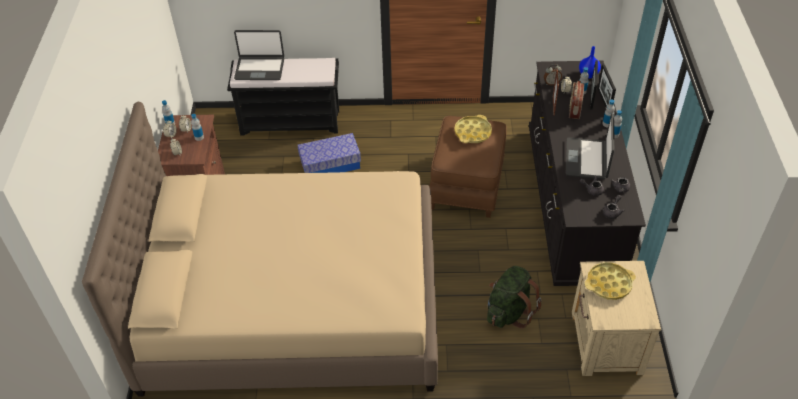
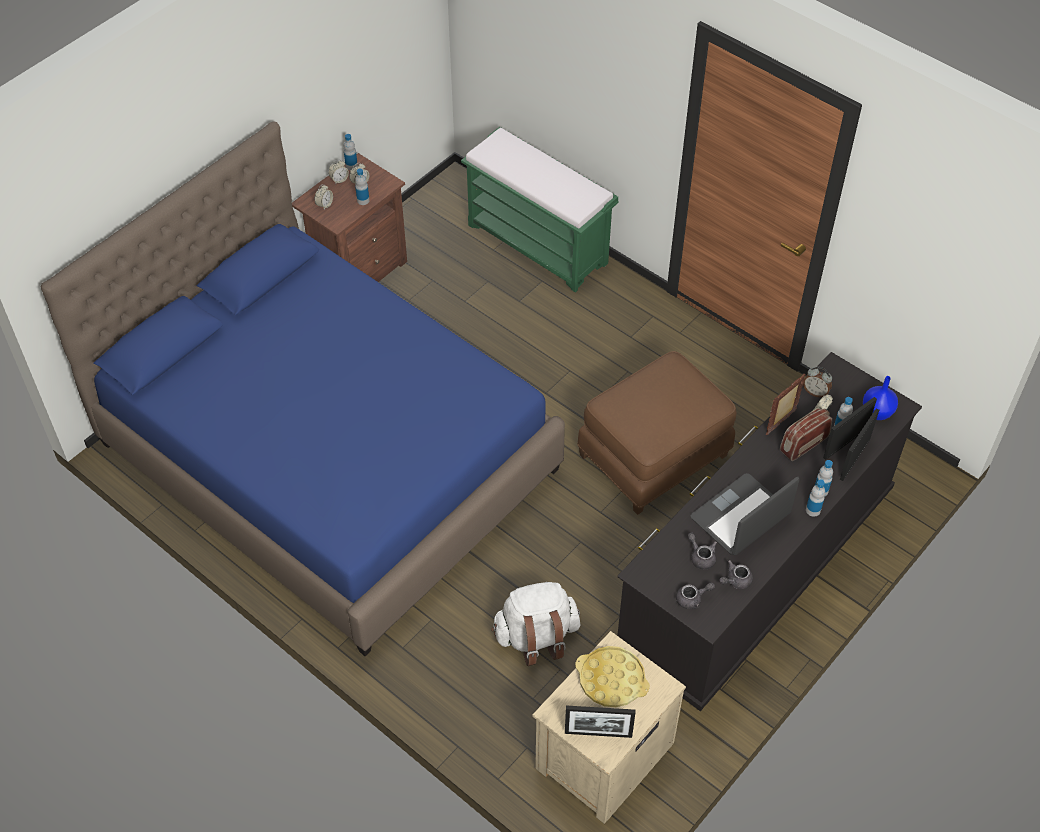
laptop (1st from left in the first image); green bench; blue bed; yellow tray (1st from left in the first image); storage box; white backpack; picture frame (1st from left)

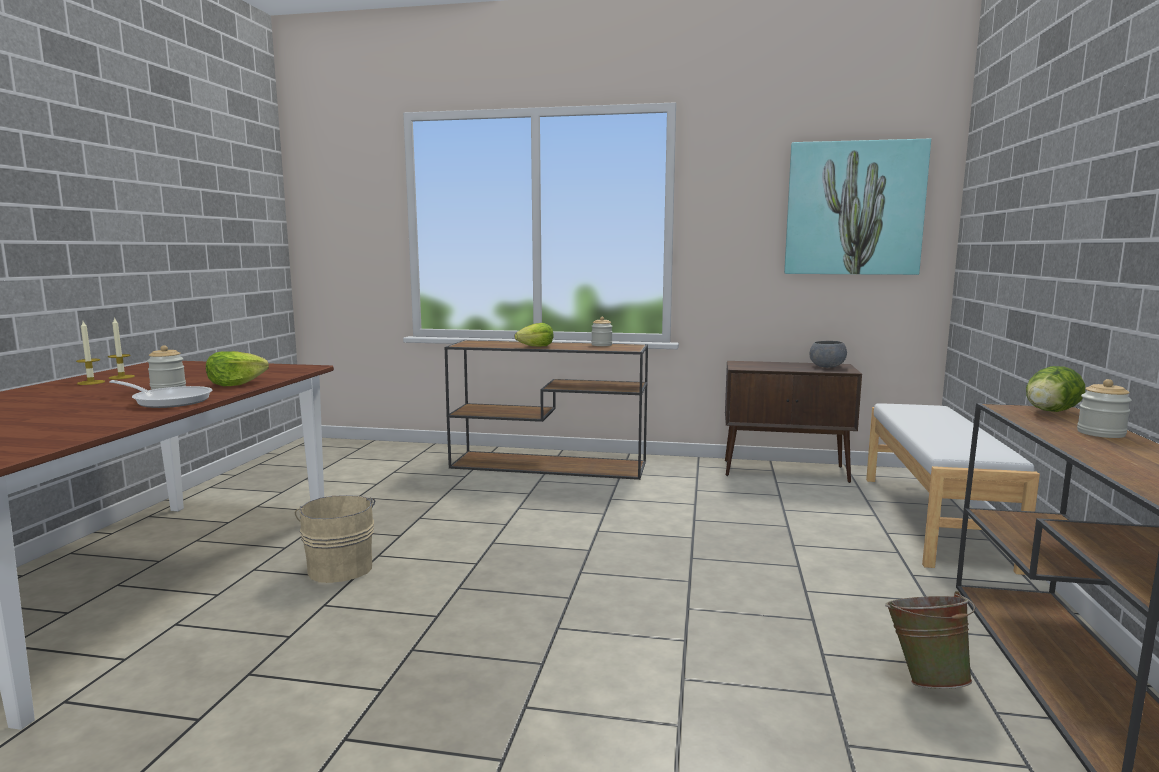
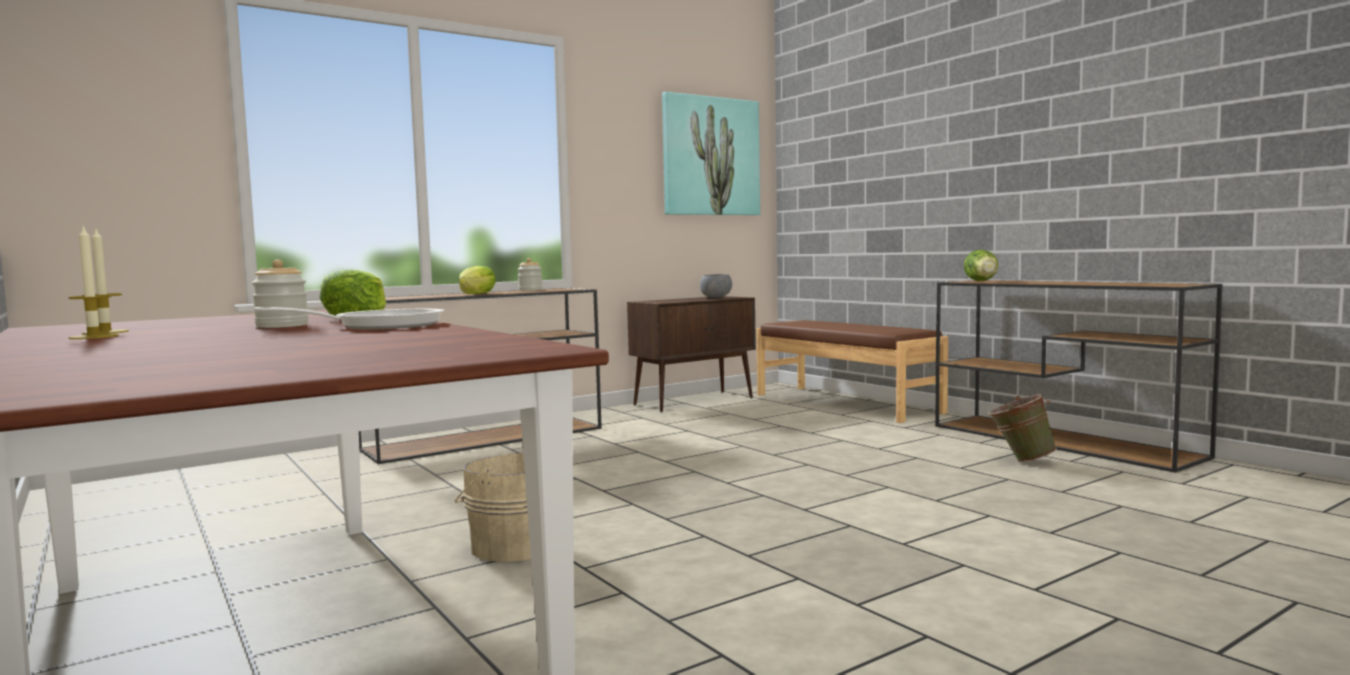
jar (3rd from left in the first image); brown bench

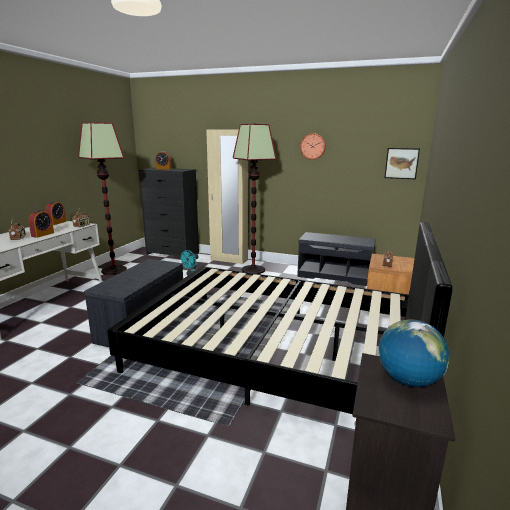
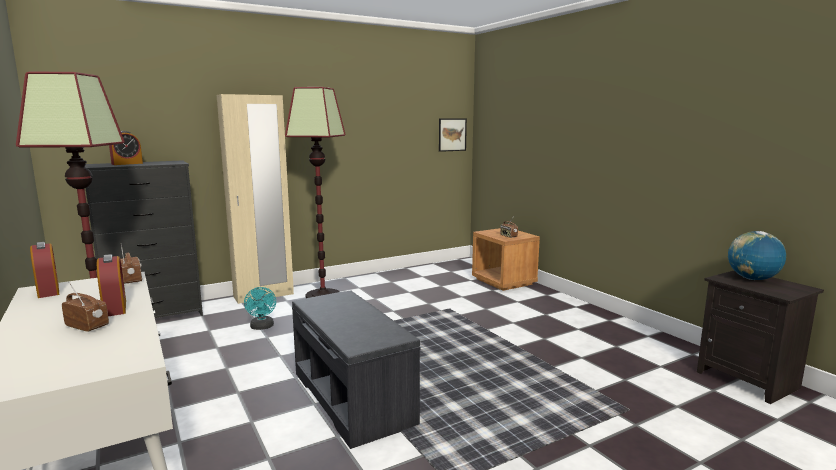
wall clock; black bed; grey bench (2nd from left in the first image)

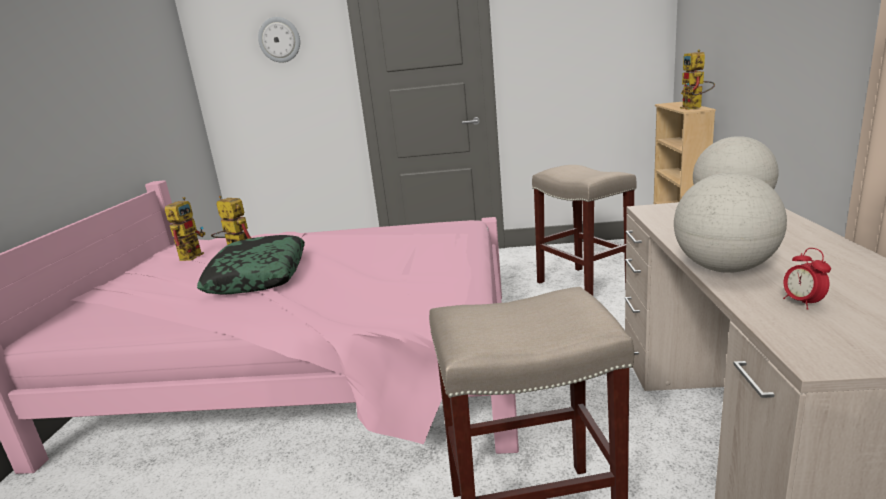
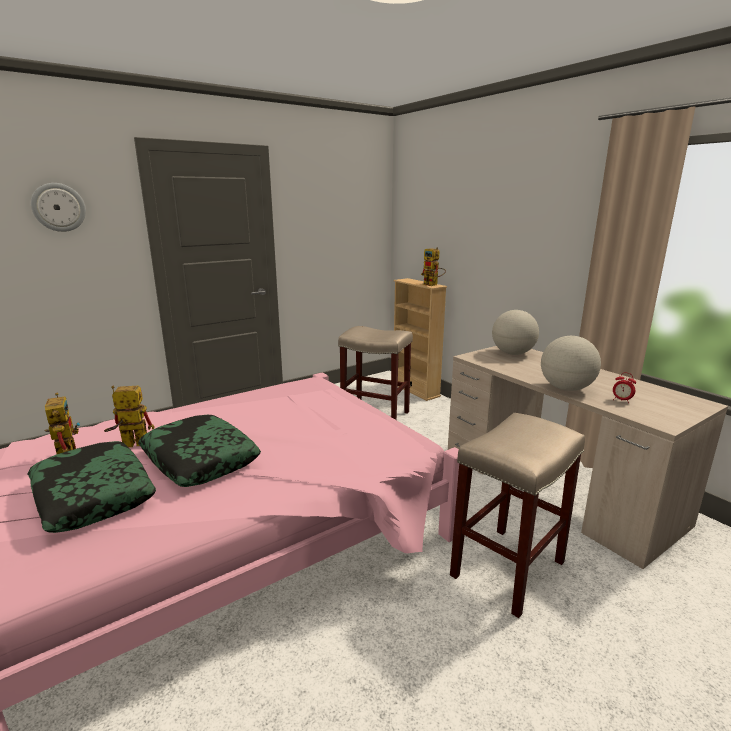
pillow (1st from left)

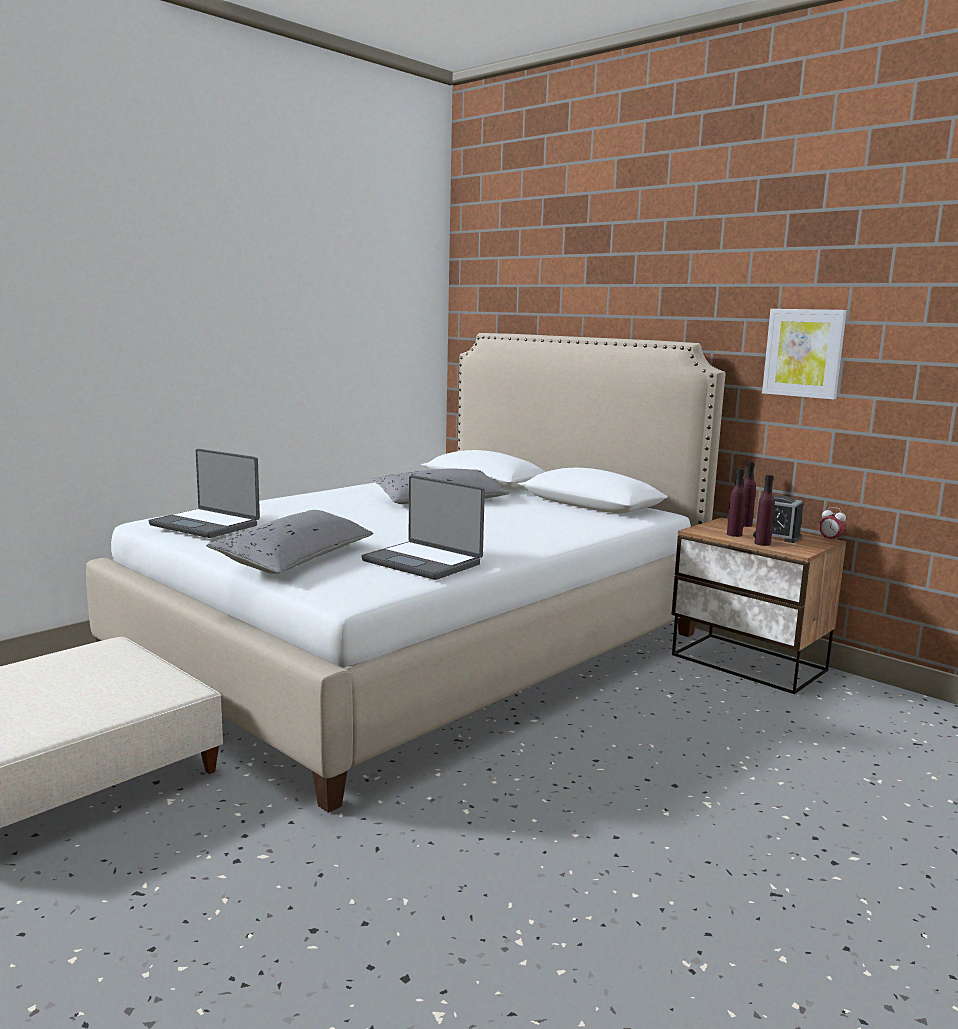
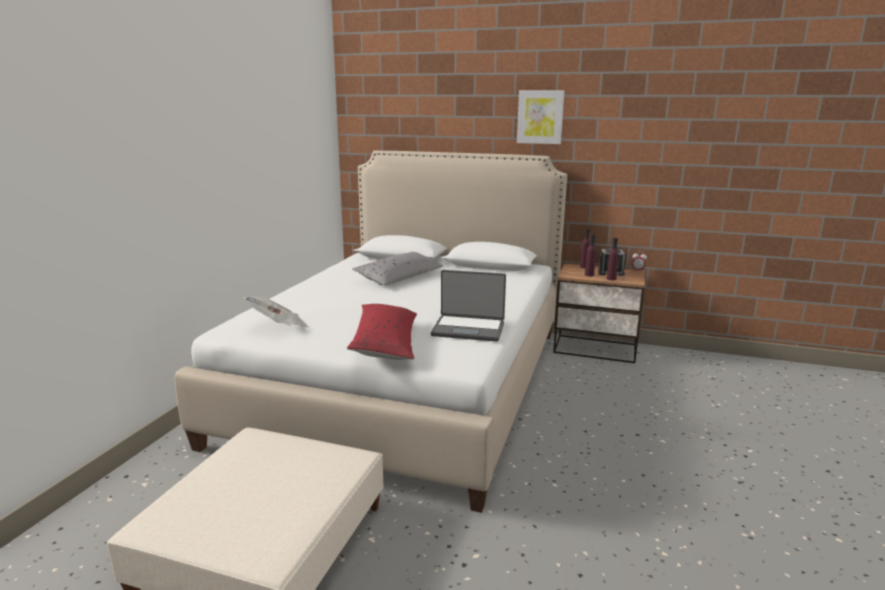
picture; newspaper; red pillow

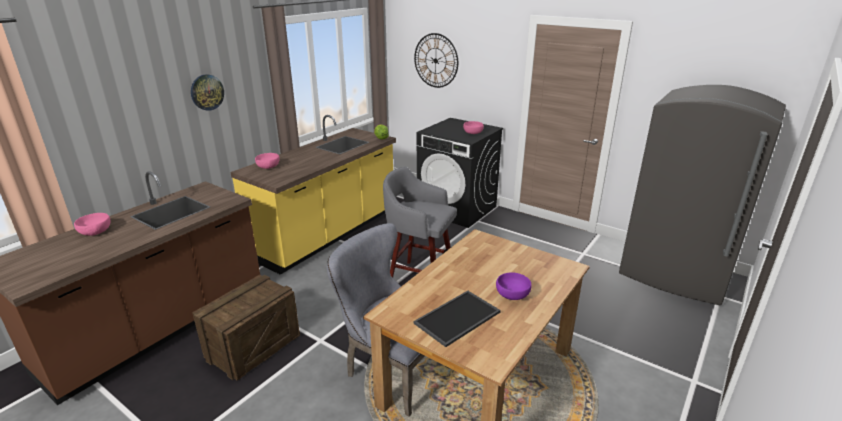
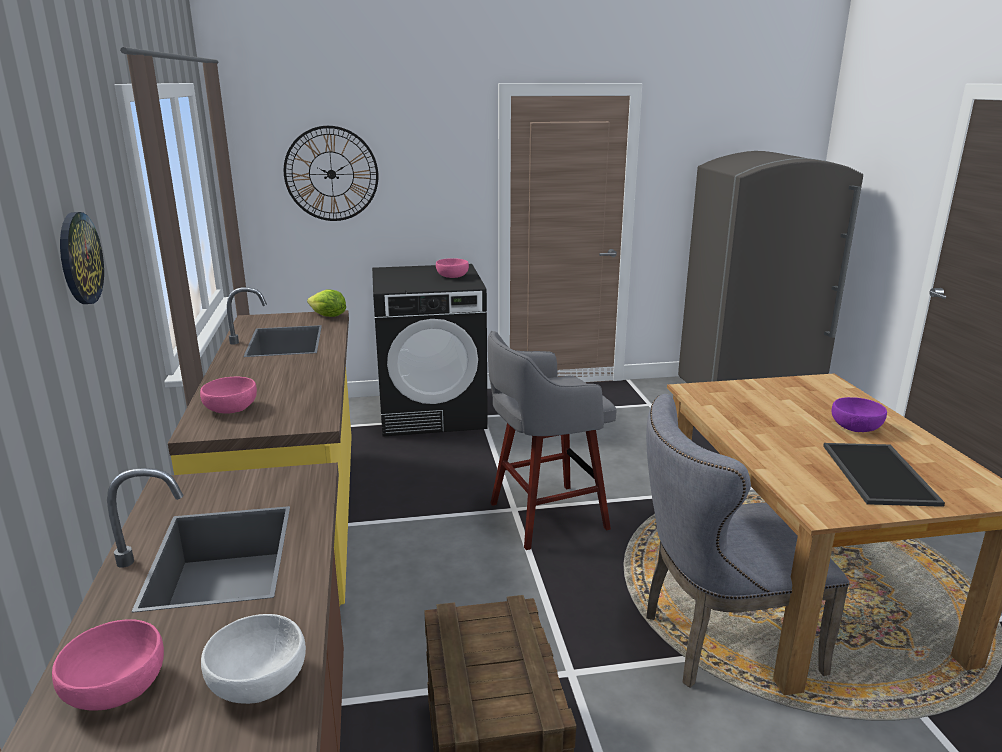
white bowl

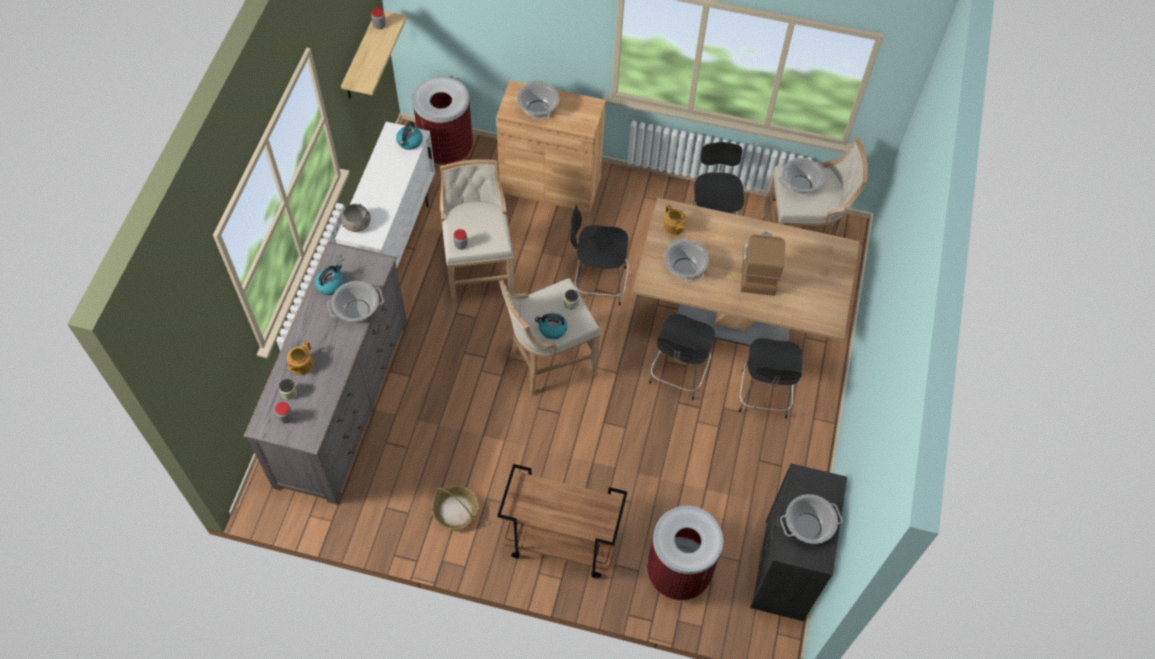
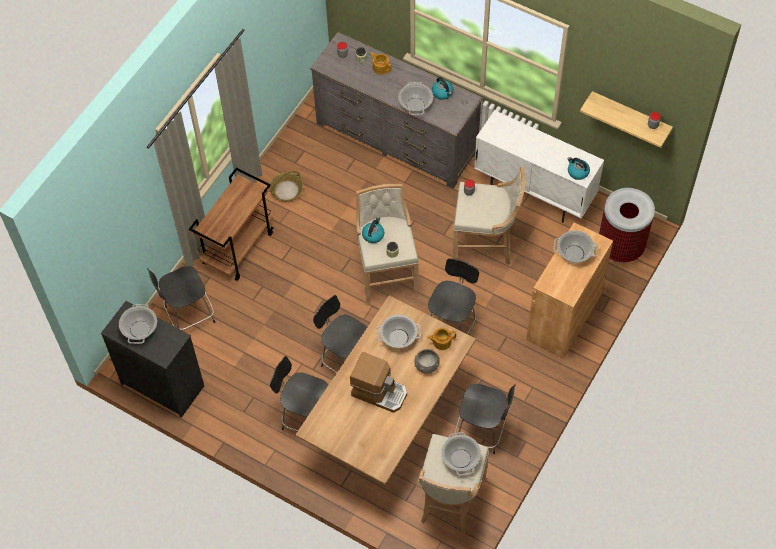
grey bowl; black chair (1st from left)

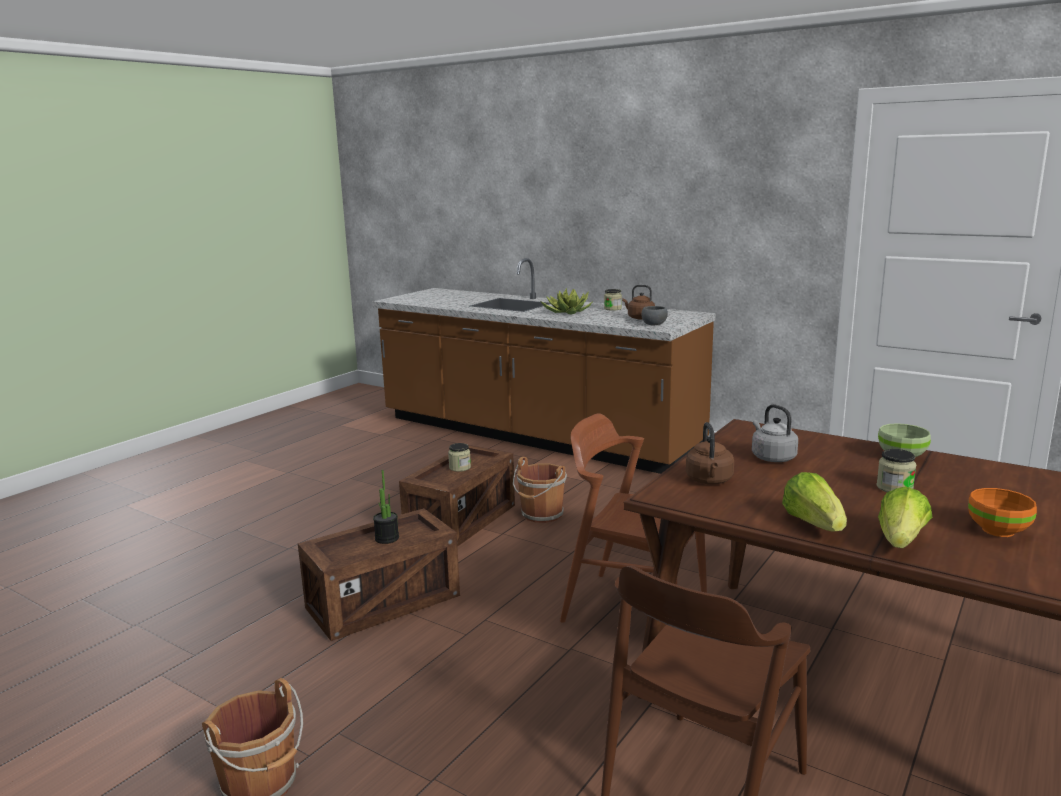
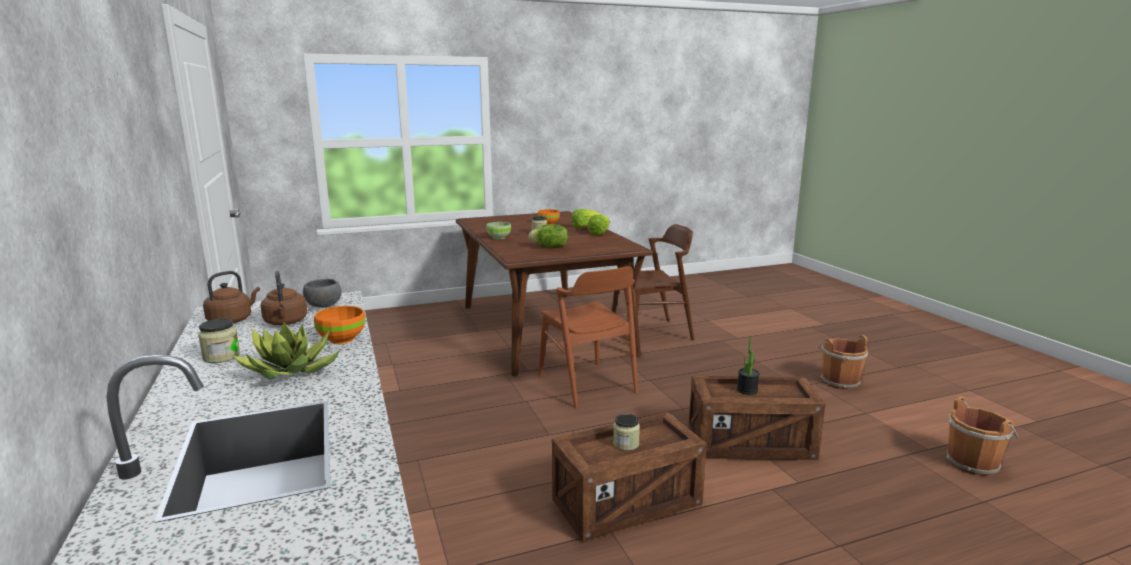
lettuce (1st from left); brown kettle (1st from left); brown bucket (2nd from left); orange bowl (1st from left)

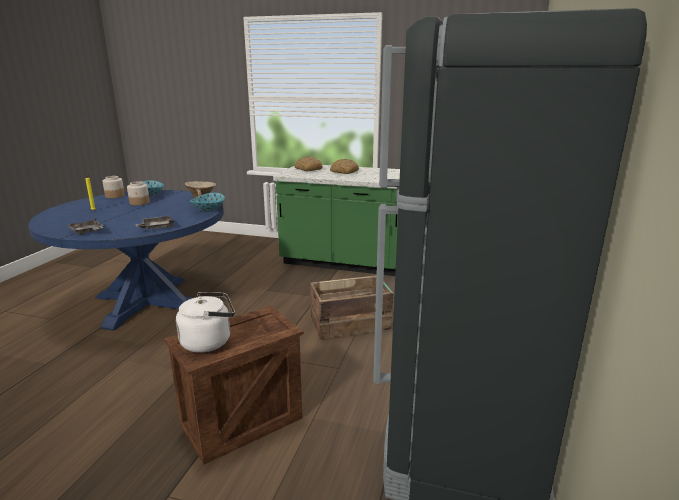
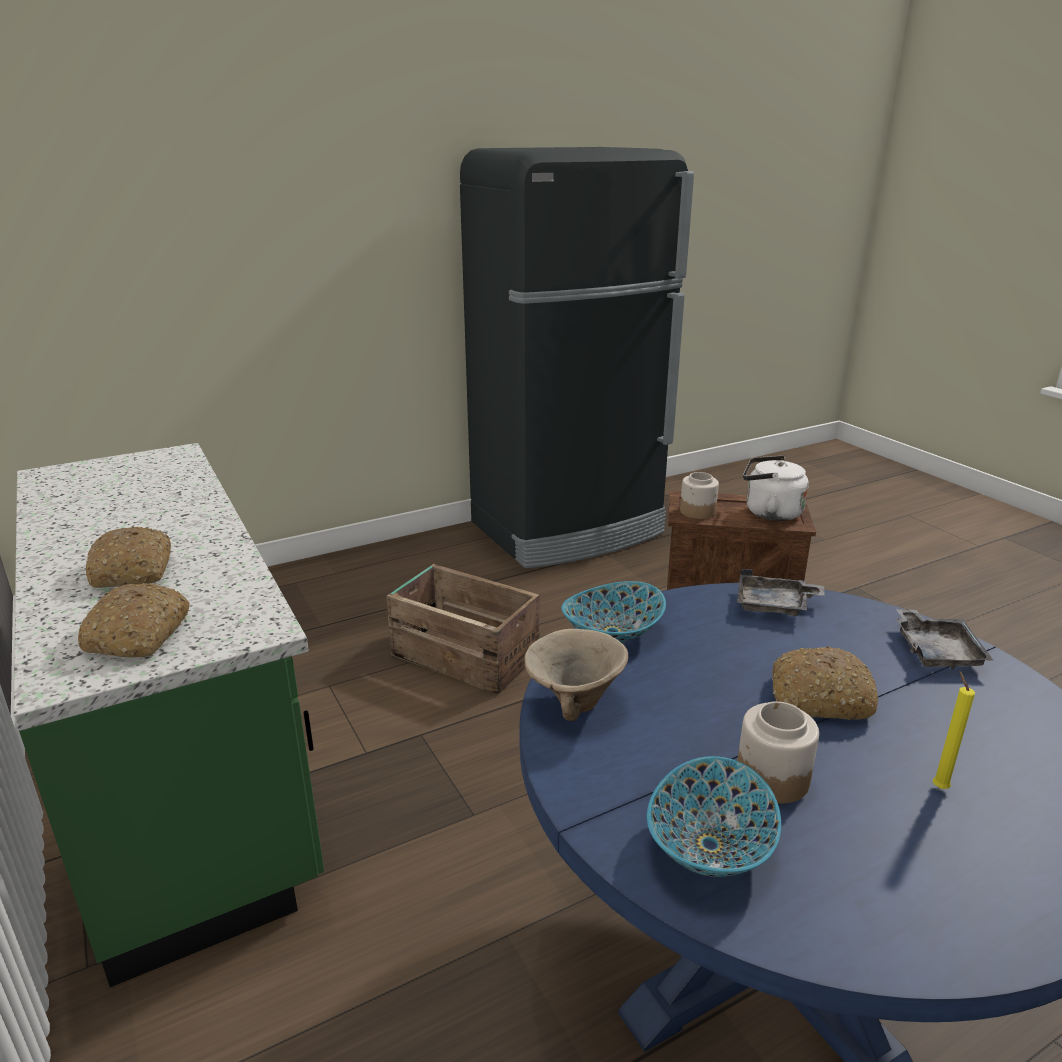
jar (1st from left); bread (3rd from left)

